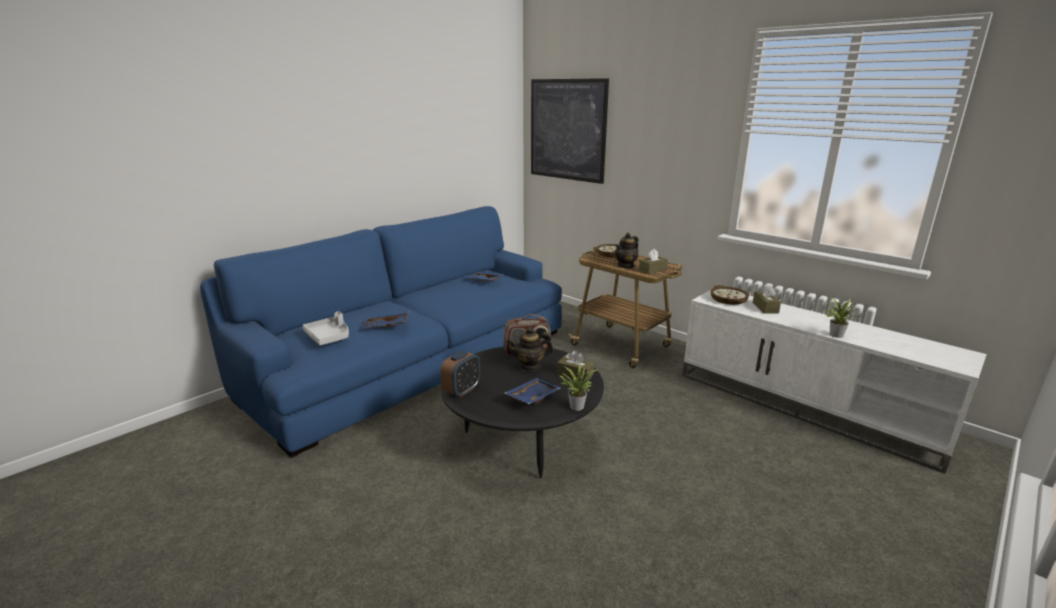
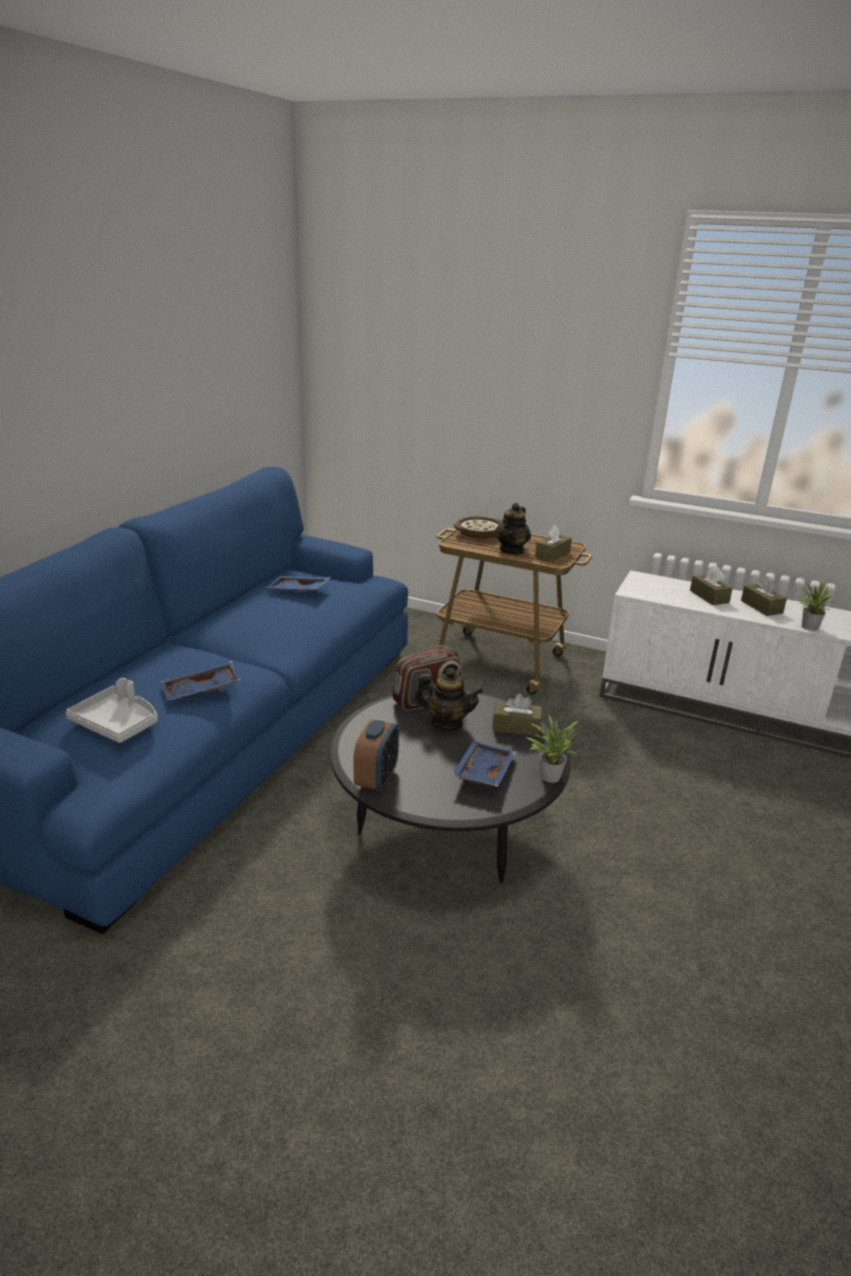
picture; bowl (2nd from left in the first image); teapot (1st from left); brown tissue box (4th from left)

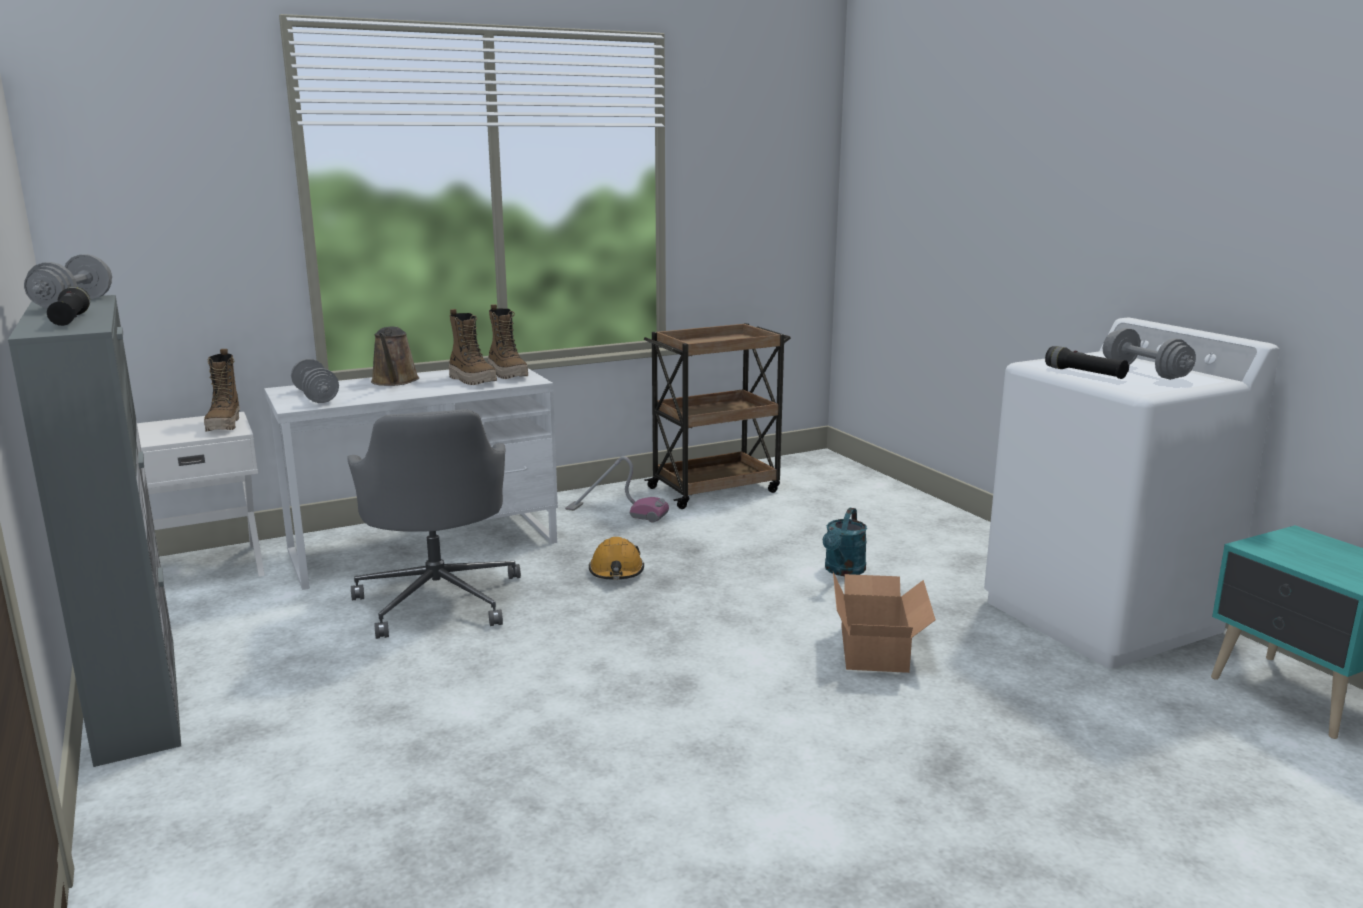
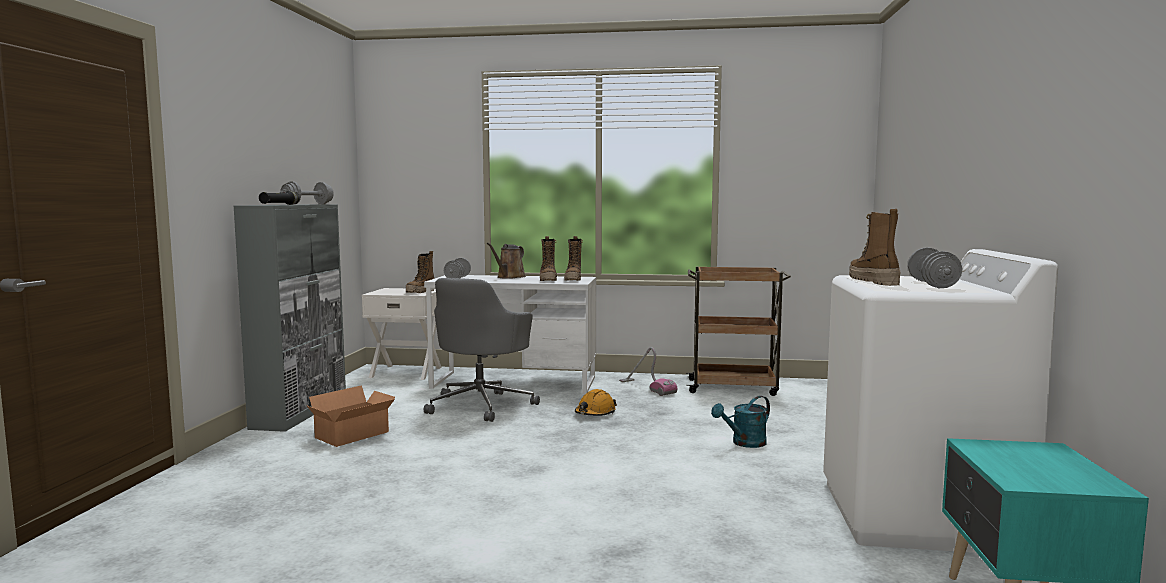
boot (4th from left); cardboard box

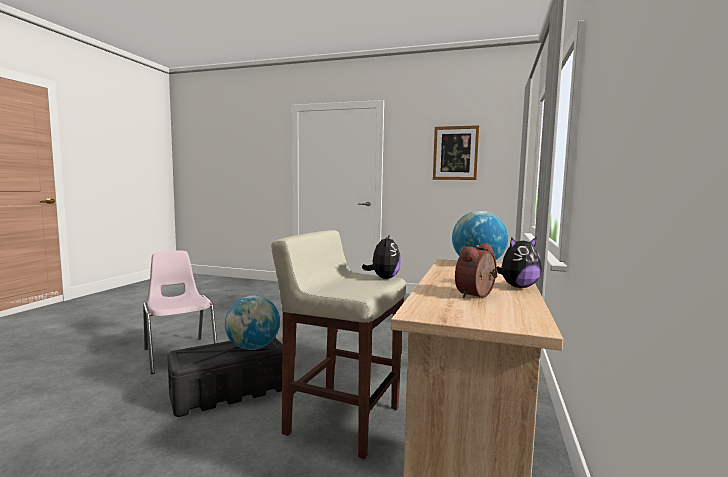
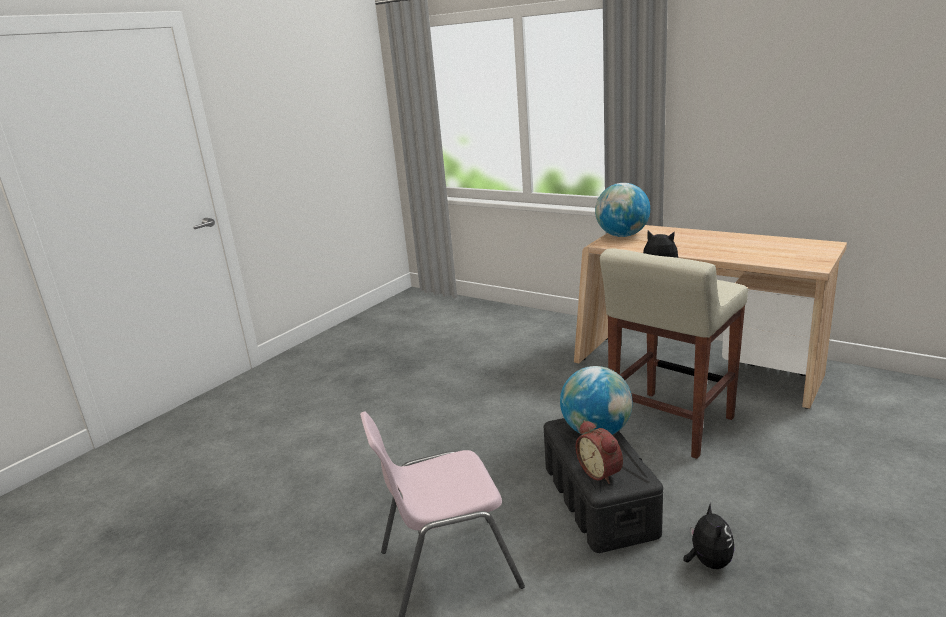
picture; plush toy (2nd from left); alarm clock

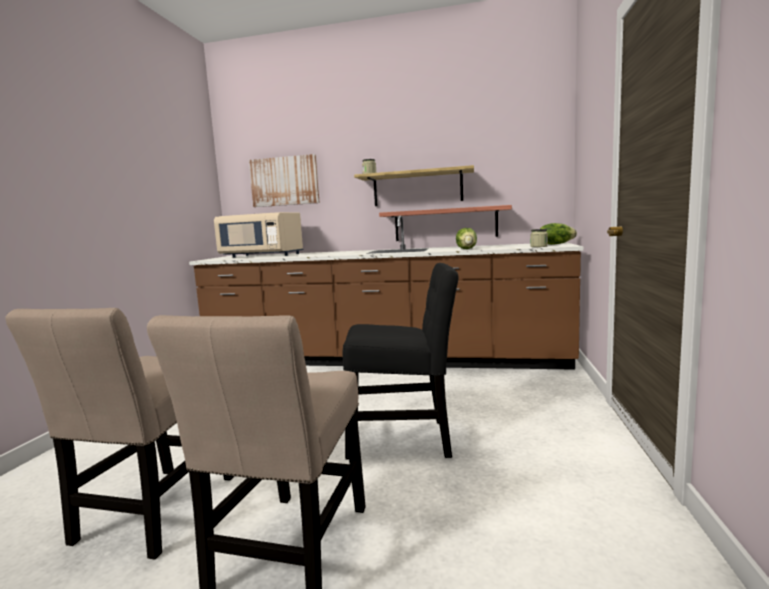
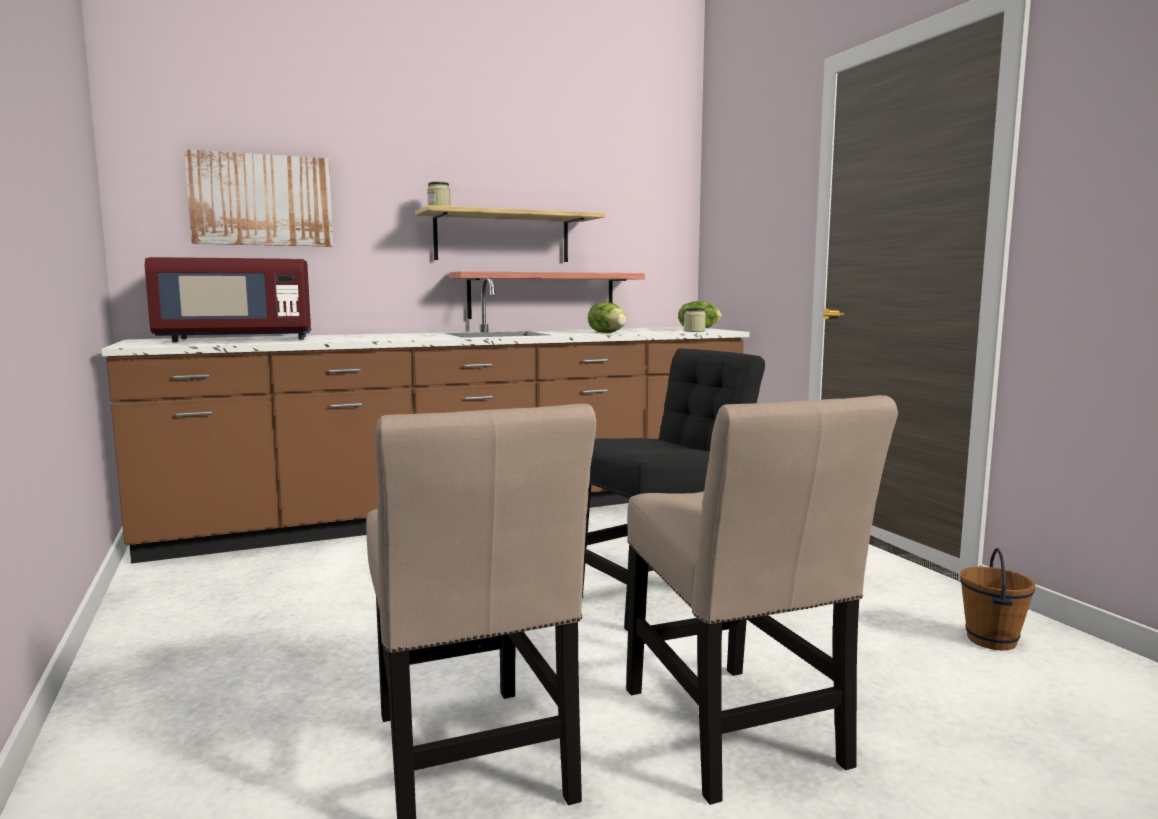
red microwave; brown bucket

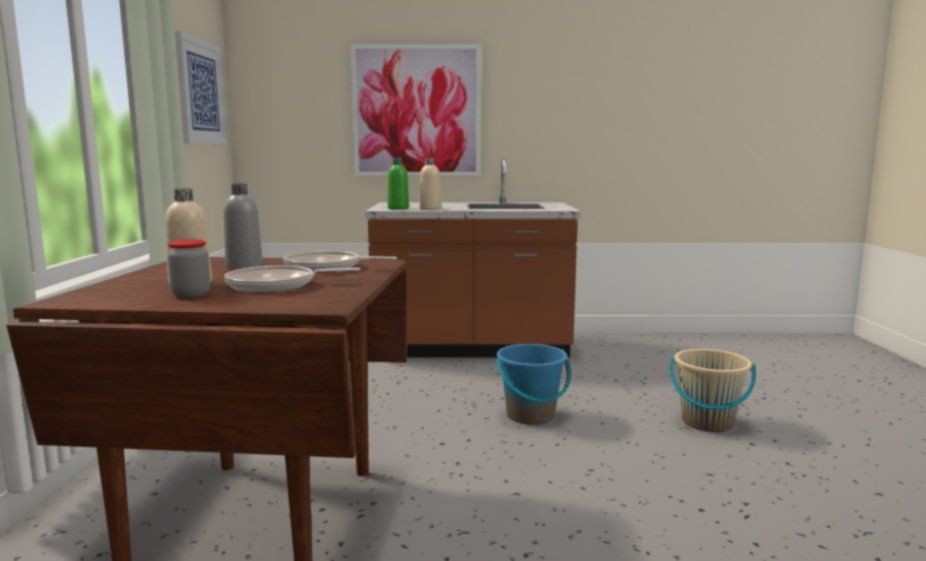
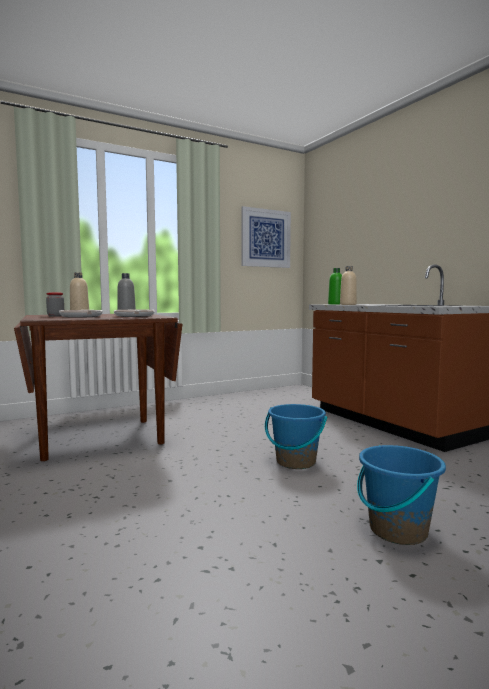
picture (2nd from left in the first image); blue bucket (2nd from left)

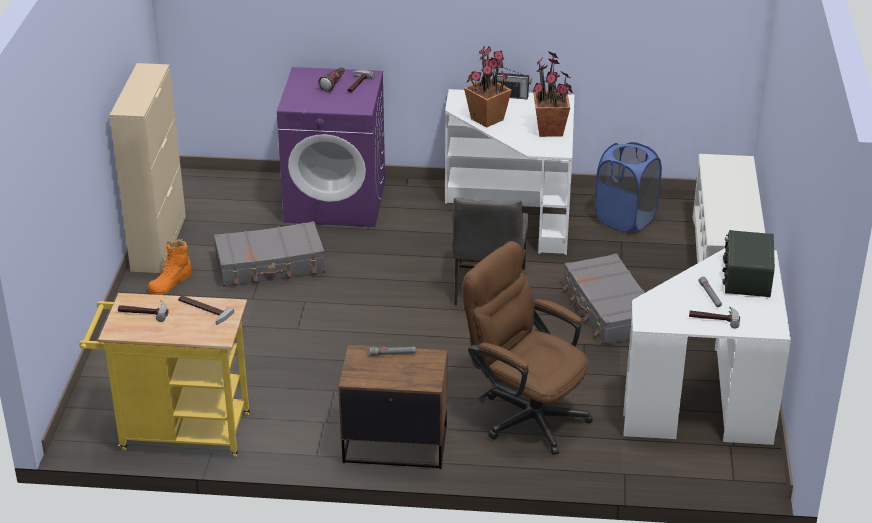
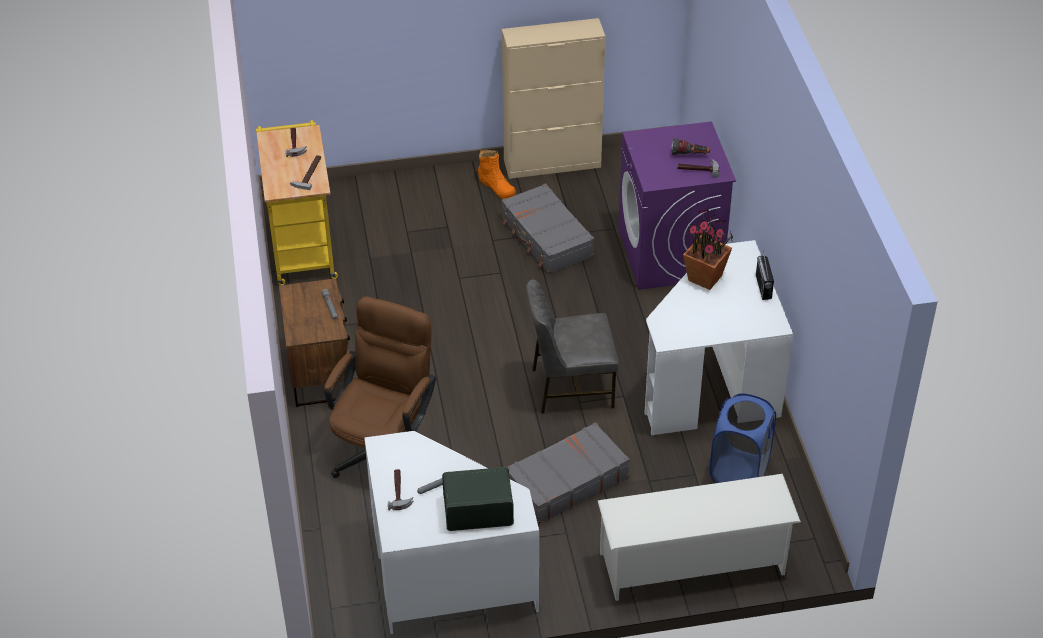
potted plant (2nd from left in the first image); orange boot

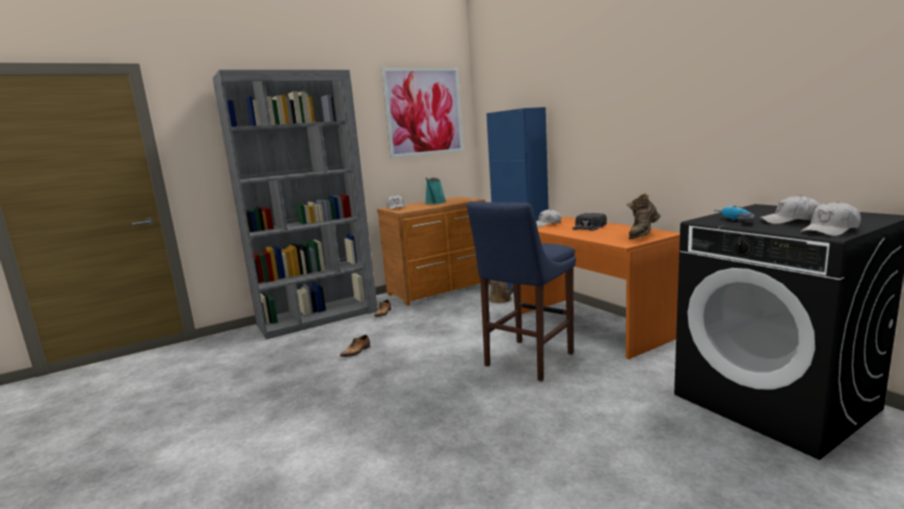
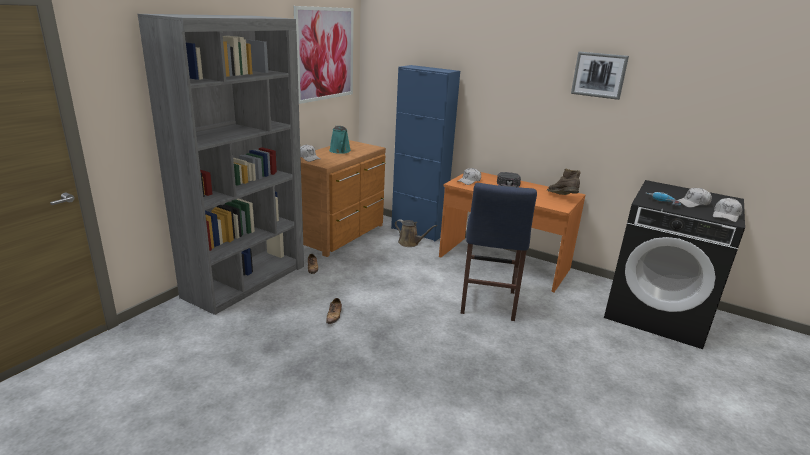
brown boot; picture (2nd from left)

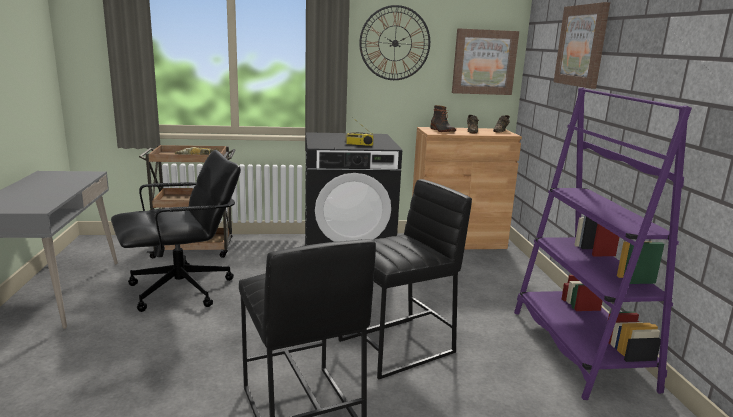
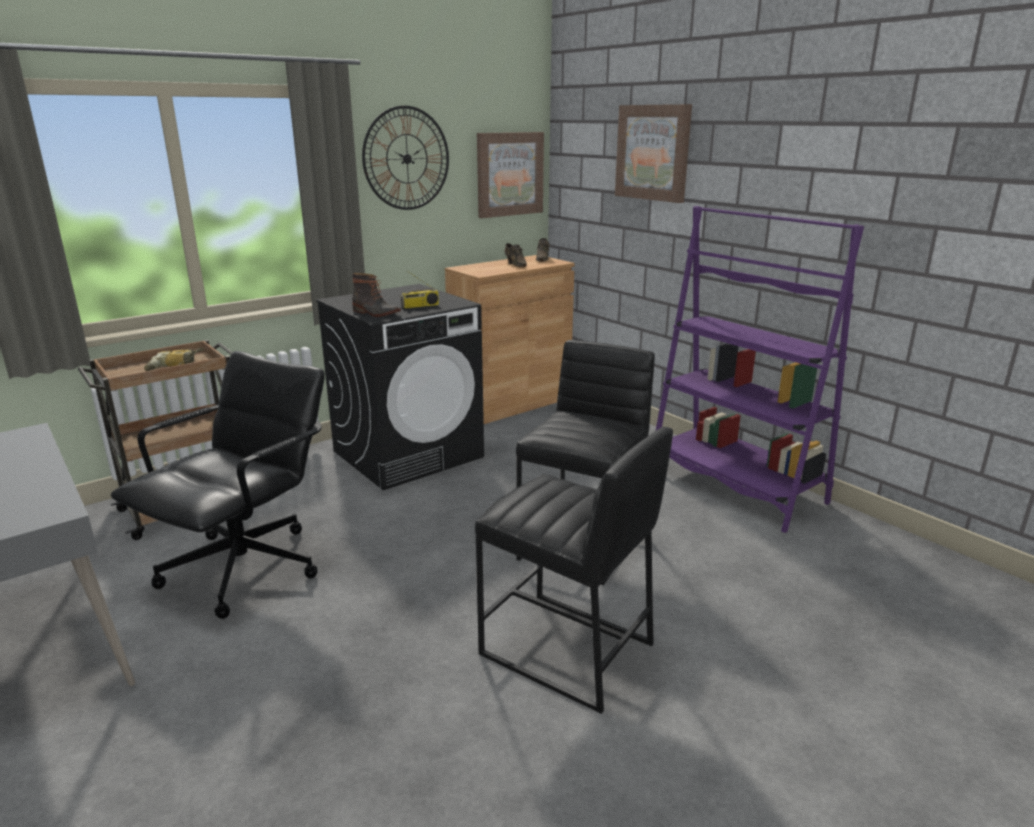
boot

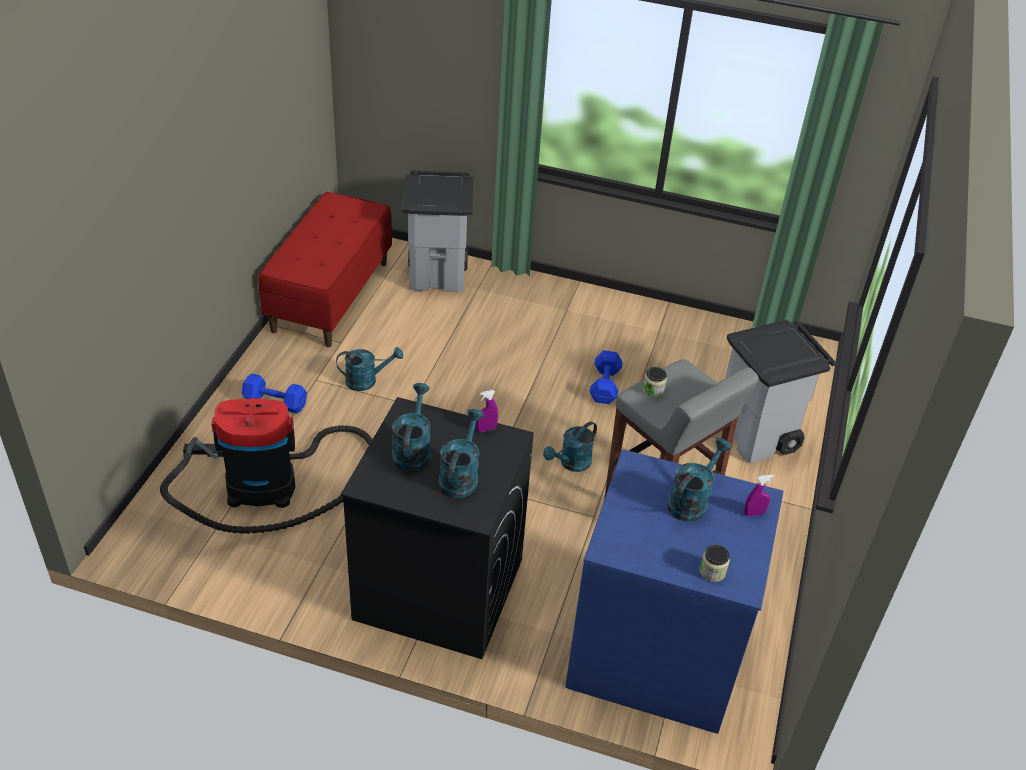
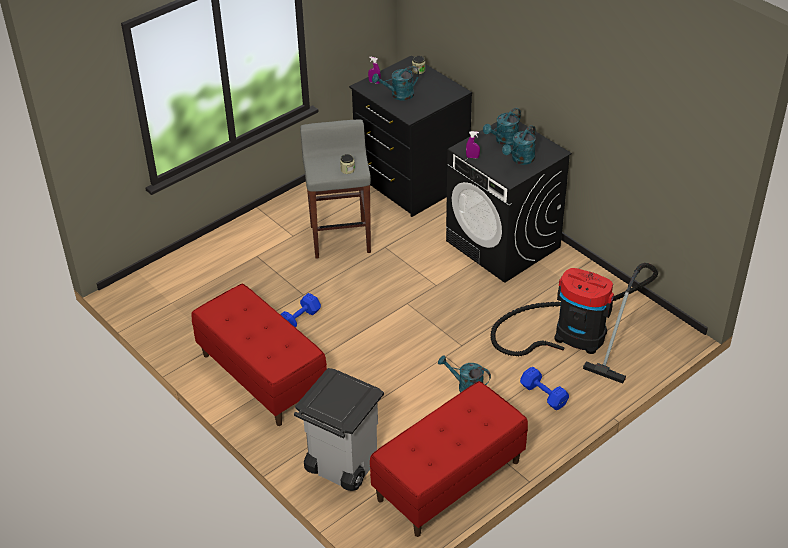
grey trash can (2nd from left in the first image); turquoise watering can (4th from left in the first image); black dresser; red bench (1st from left)

